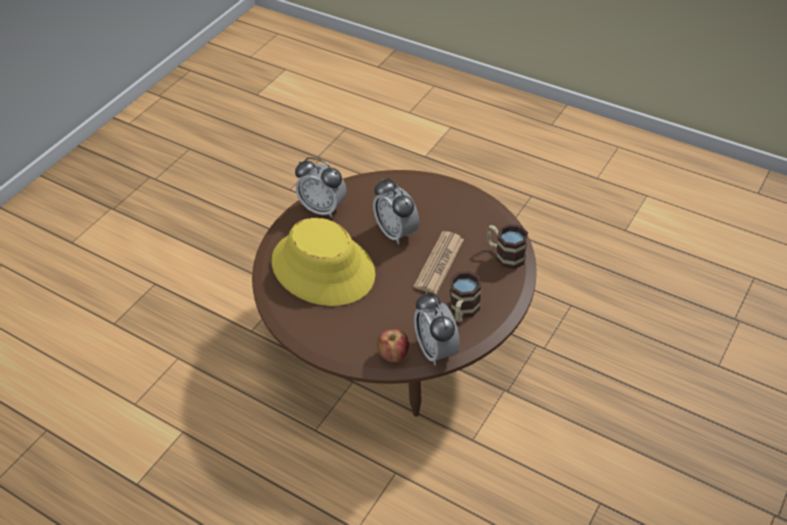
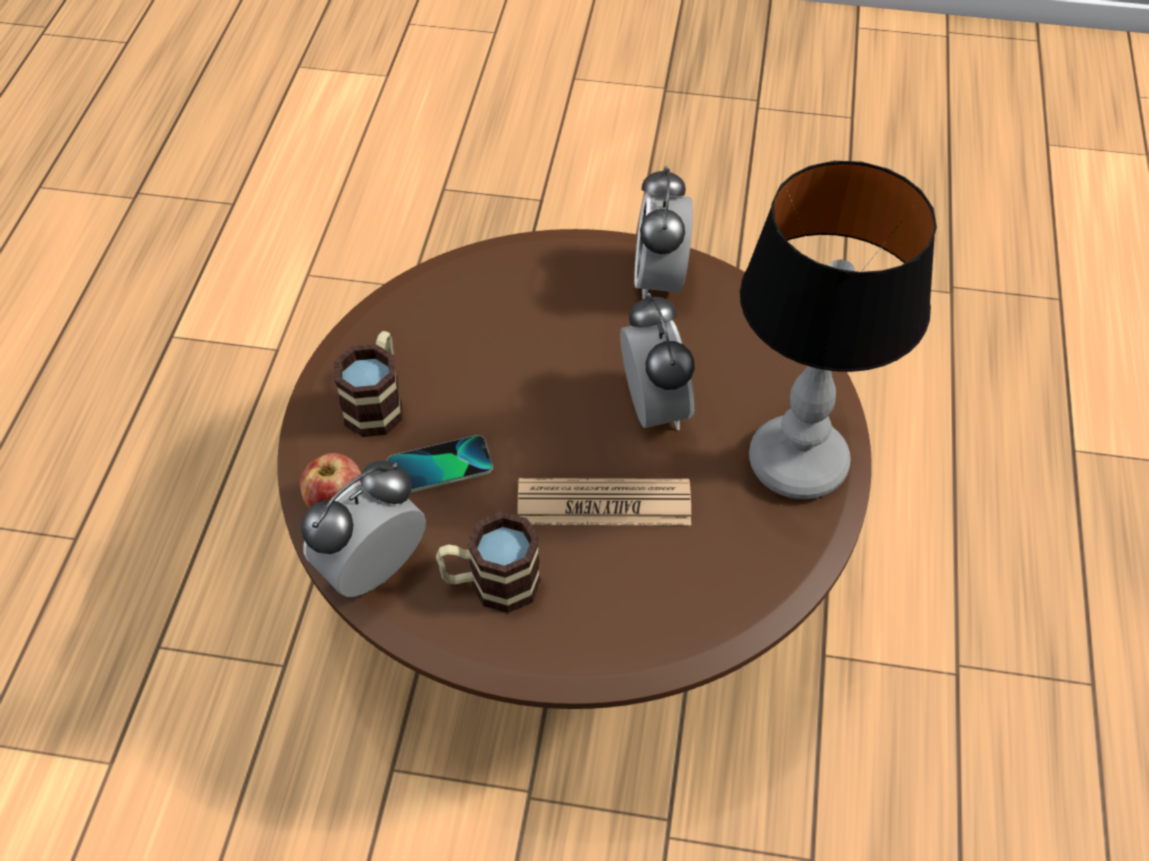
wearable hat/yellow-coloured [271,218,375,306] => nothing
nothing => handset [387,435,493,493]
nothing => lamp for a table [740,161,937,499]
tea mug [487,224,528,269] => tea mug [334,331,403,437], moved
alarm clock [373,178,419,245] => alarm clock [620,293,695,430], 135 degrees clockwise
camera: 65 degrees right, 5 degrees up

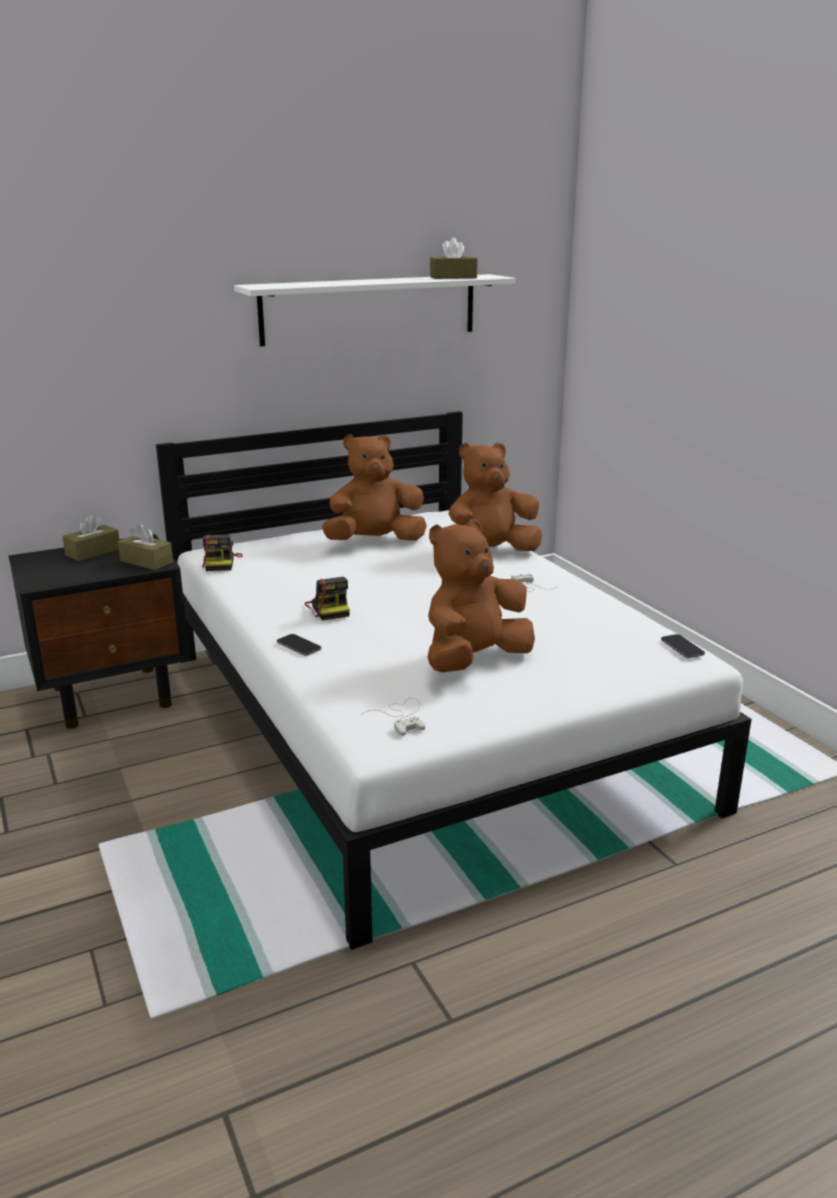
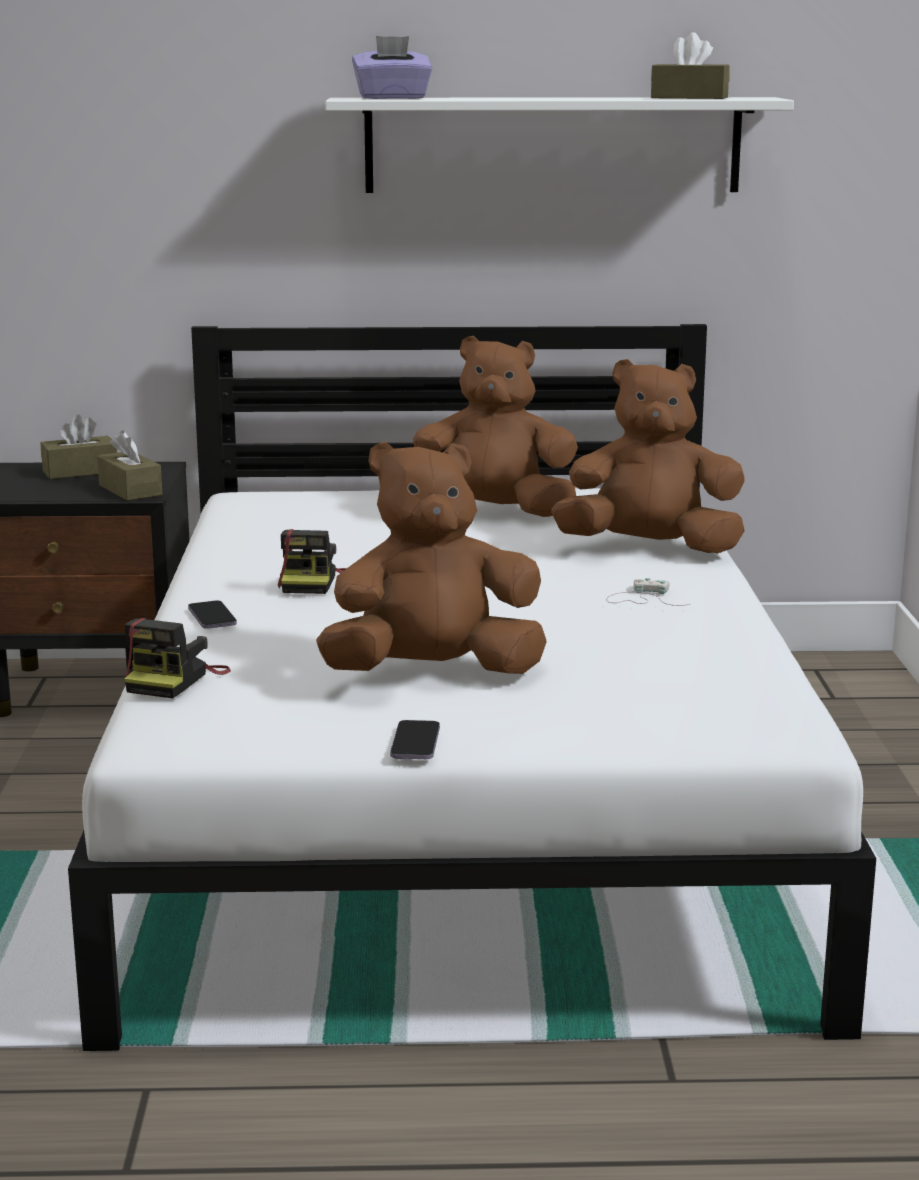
gamepad/whitish [361,698,425,736] => nothing
nothing => tissue box/purple-coloured [352,36,432,99]
photo camera [202,534,243,571] => photo camera [125,618,231,698], moved
handset [661,634,705,658] => handset [390,720,440,759], moved
camera: 25 degrees right, 5 degrees down

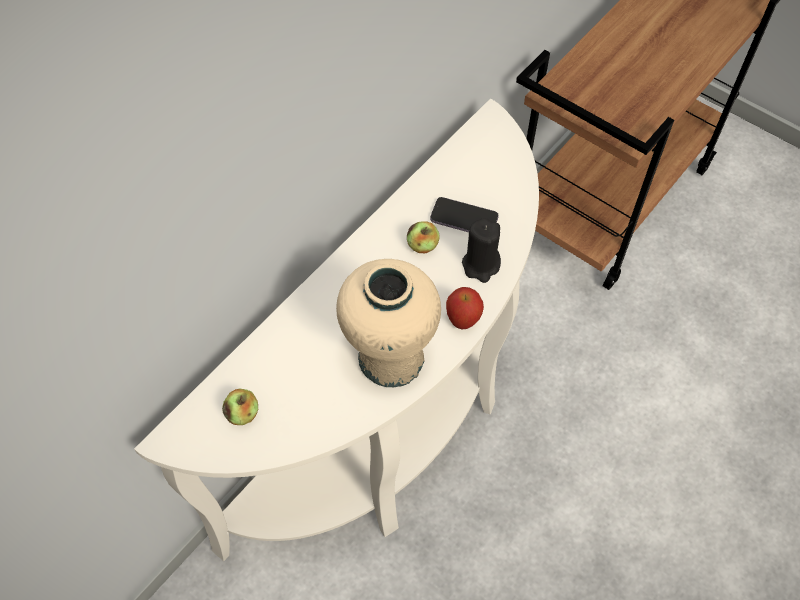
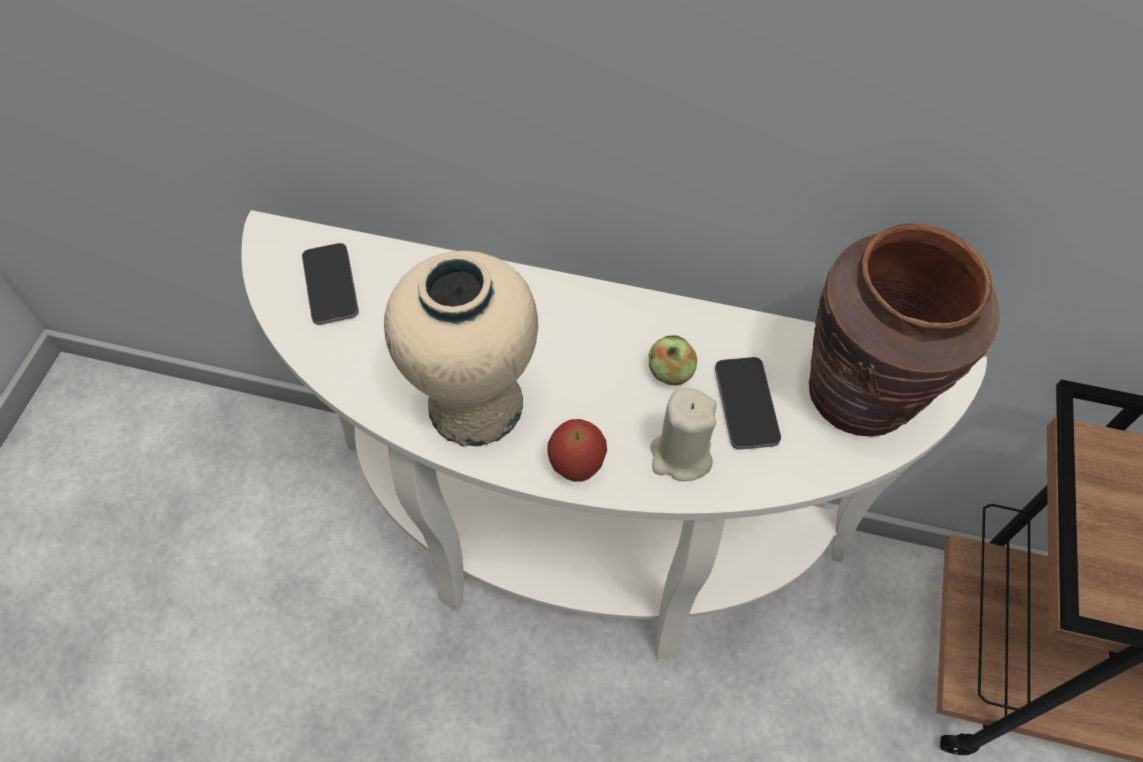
nothing => flower vase/brown-coloured [809,223,1000,436]
whole apple [222,388,258,425] => handset [302,243,359,325]
wax light/black [462,218,501,283] => wax light/beige [650,388,717,481]
camera: 65 degrees right, 0 degrees up

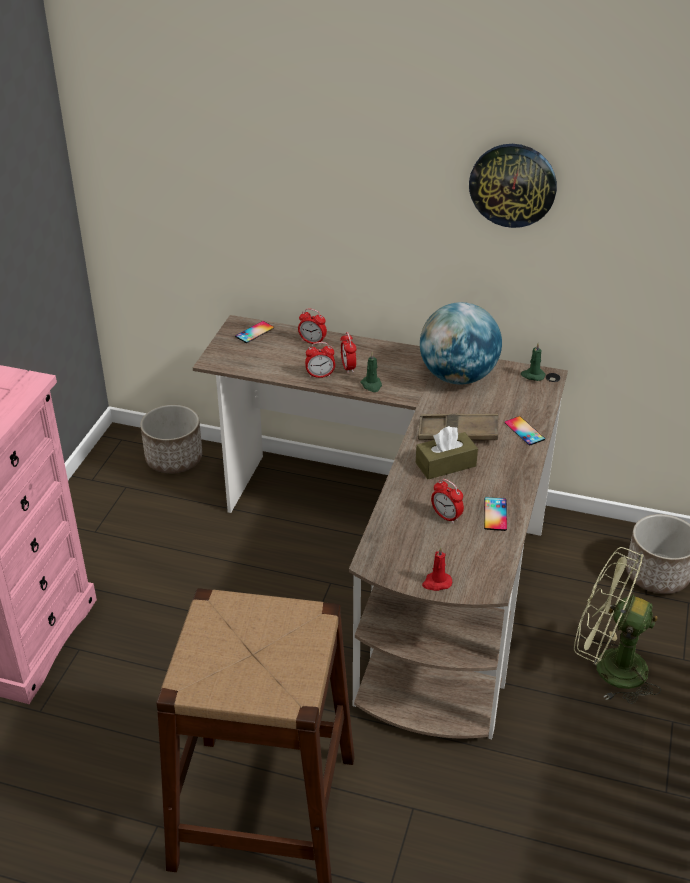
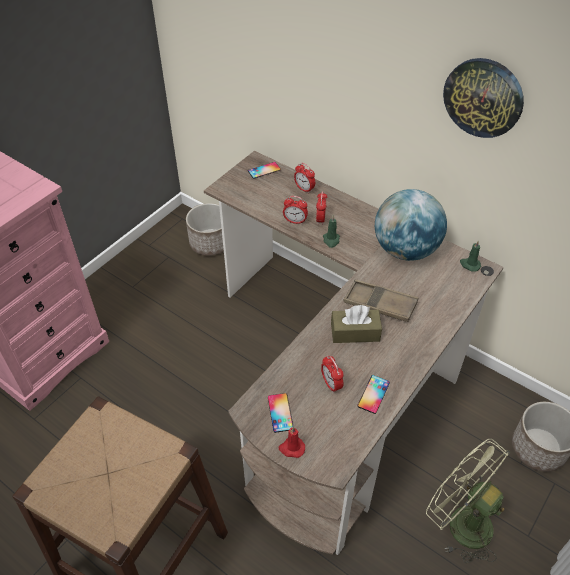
handset [505,416,545,445] => handset [268,393,293,433], moved
camera: 20 degrees right, 10 degrees up

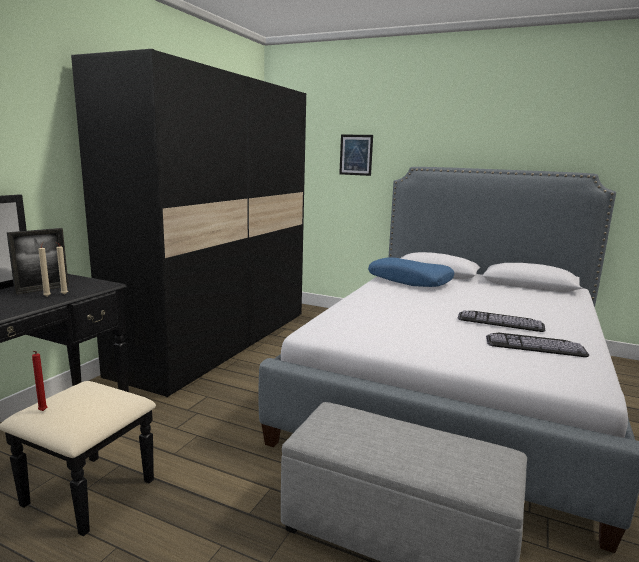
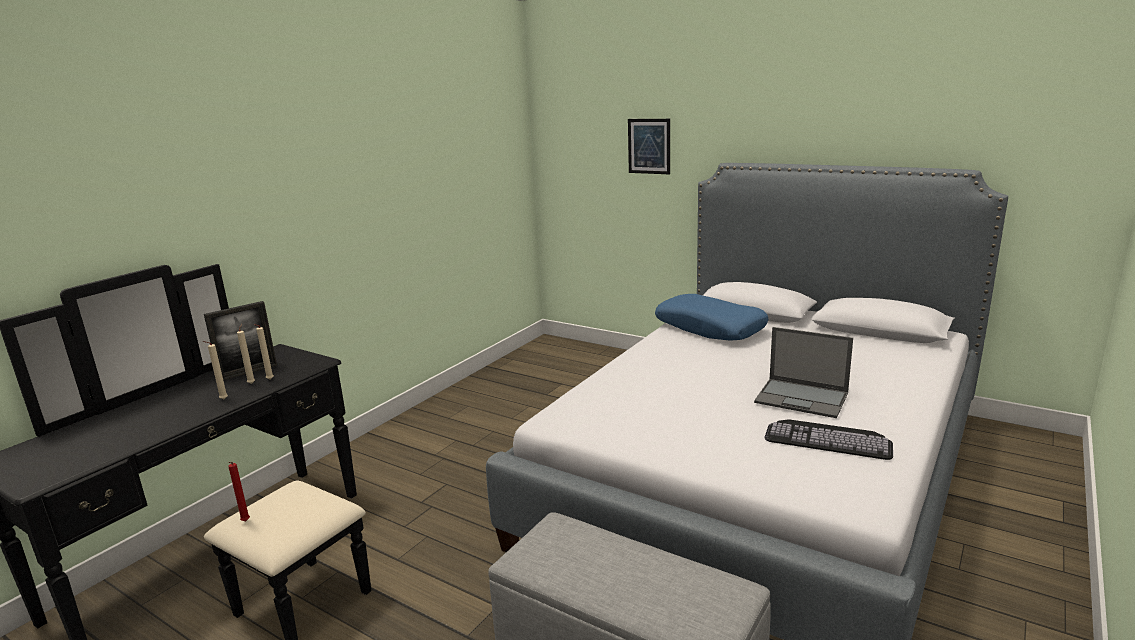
clothes cupboard/black [71,49,306,397] => nothing
nothing => wax light/beige [203,341,228,399]
computer keyboard [458,310,545,332] => portable computer [754,327,853,418]
camera: 10 degrees right, 5 degrees up

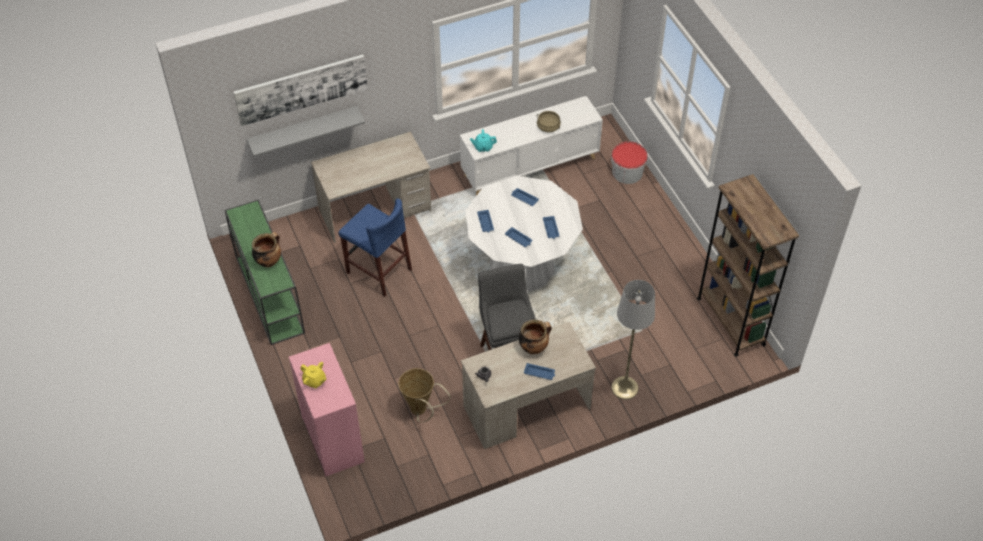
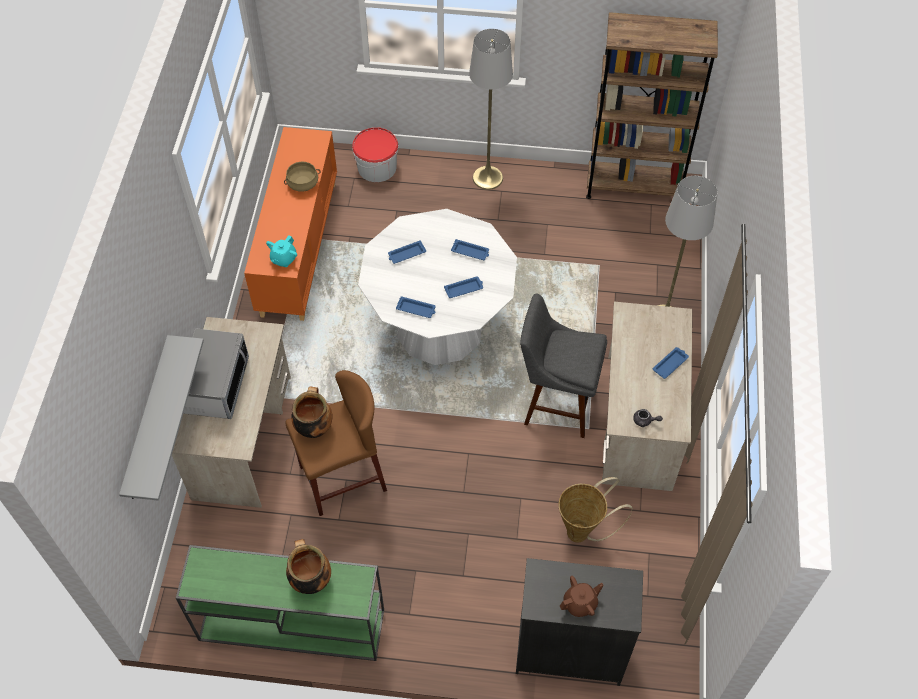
wall picture [234,54,368,126] => nothing
nothing => microwave [184,328,249,419]
nothing => floor lamp/greyish [469,29,513,190]
saucepot [519,320,552,354] => saucepot [291,386,333,438], moved
drawer chest/pink [289,343,365,477] => drawer chest/black [516,558,643,686]
pot for tea/yellow-coloured [301,362,327,388] => pot for tea/brown-coloured [560,576,603,617]
sitting stool/bluish [339,198,412,297] => sitting stool/brown-coloured [285,370,387,516]
cabinet/whitish [460,96,603,196] => cabinet/orangey [244,127,337,321]
camera: 60 degrees left, 5 degrees up

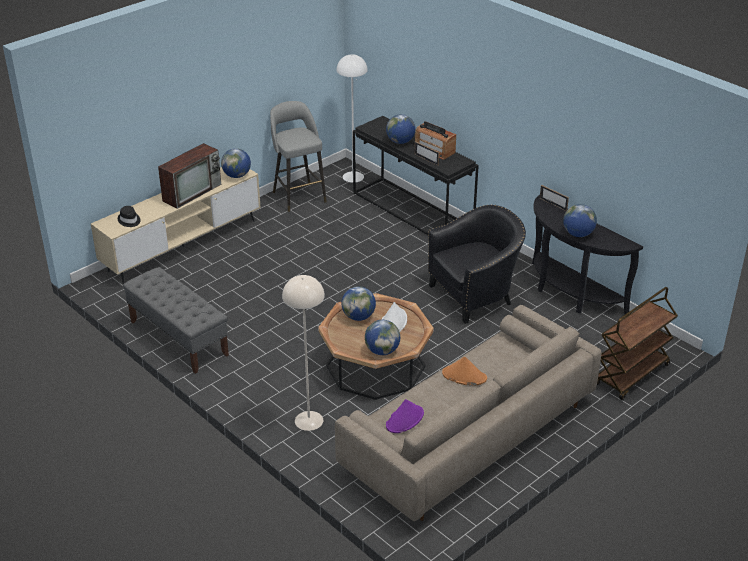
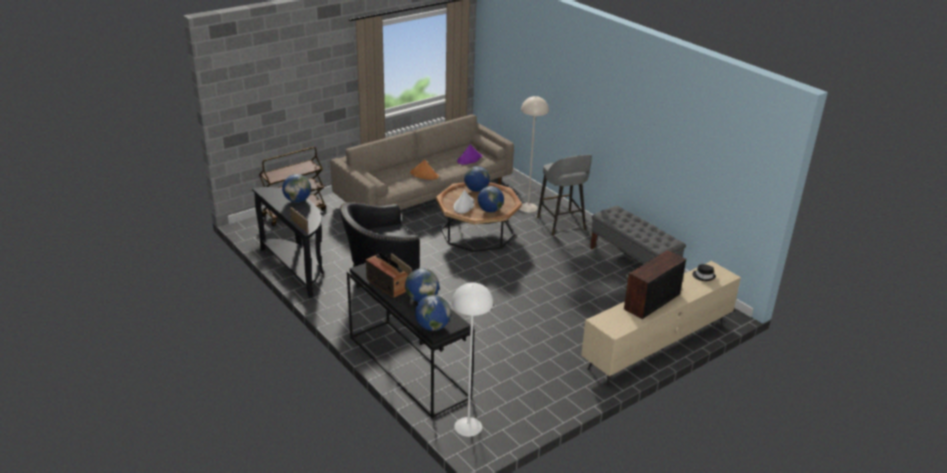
world globe [221,148,251,178] => world globe [415,295,451,331], moved
sitting stool/greyish [270,101,327,212] => sitting stool/greyish [537,155,592,236], moved
camera: 175 degrees left, 5 degrees down

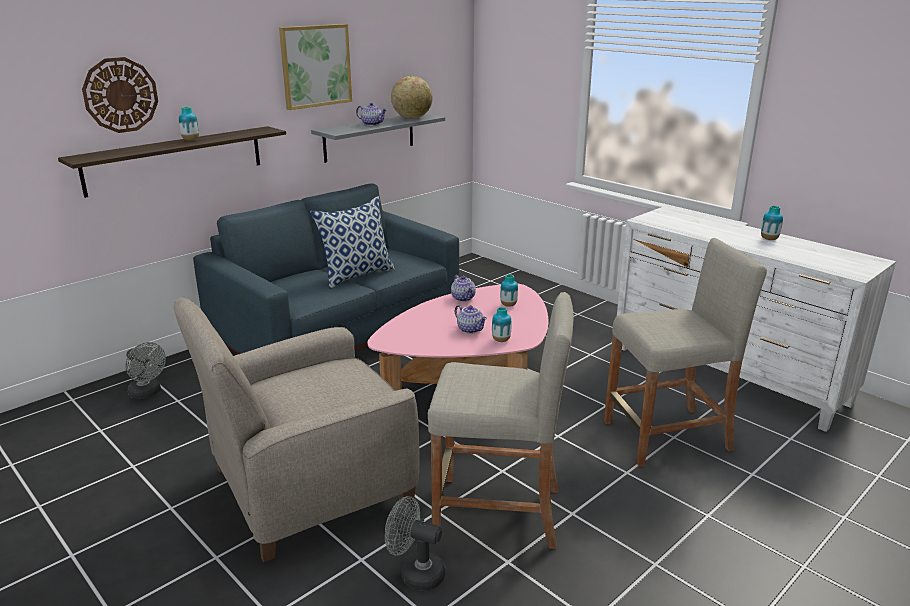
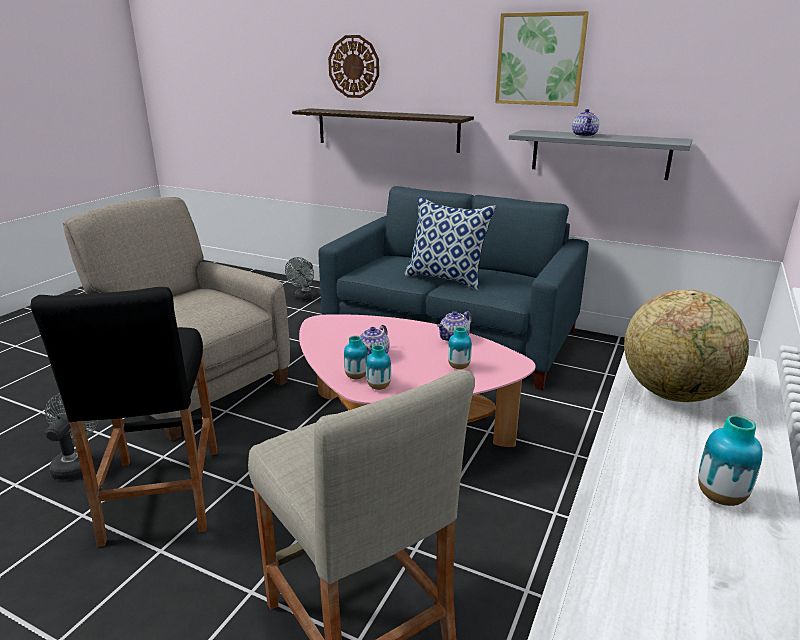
flower vase [179,107,199,141] => flower vase [366,345,391,390], moved
world globe [391,76,433,119] => world globe [624,290,749,402], moved
sitting stool/beige [428,292,573,549] => sitting stool/black [31,287,218,547]
camera: 70 degrees right, 0 degrees up

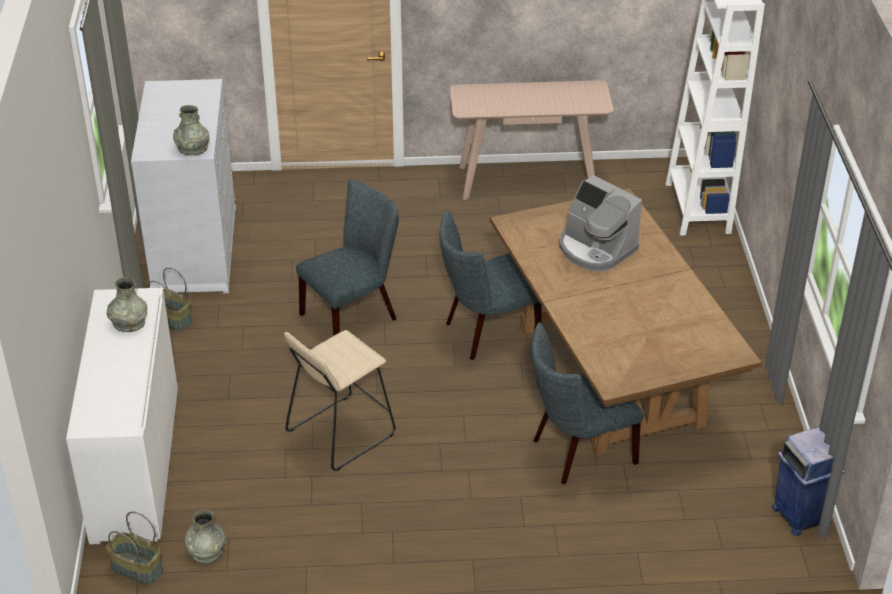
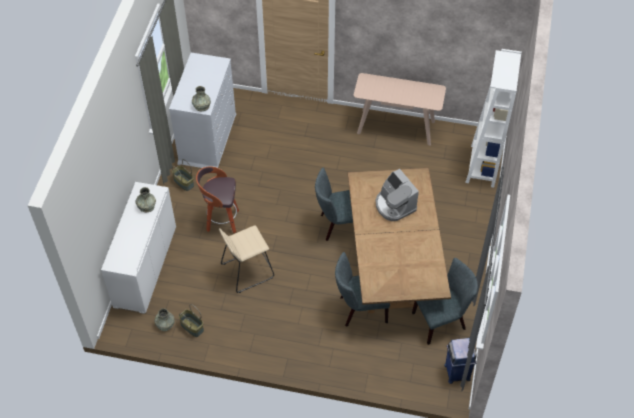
nothing => sitting stool [196,166,239,233]
household basket [106,511,163,585] => household basket [178,304,204,337], moved
chair/greyish [296,179,399,336] => chair/greyish [412,258,478,345], moved
camera: 15 degrees right, 15 degrees up

